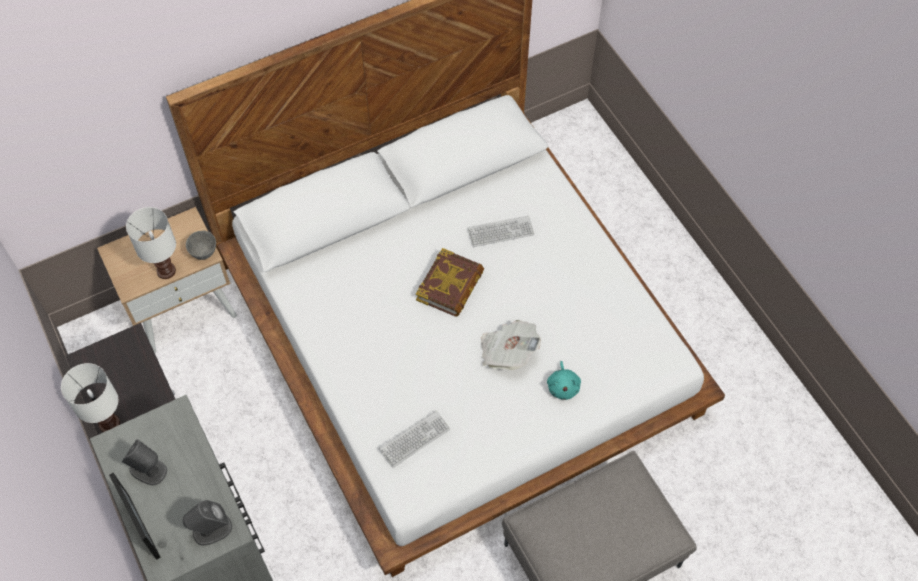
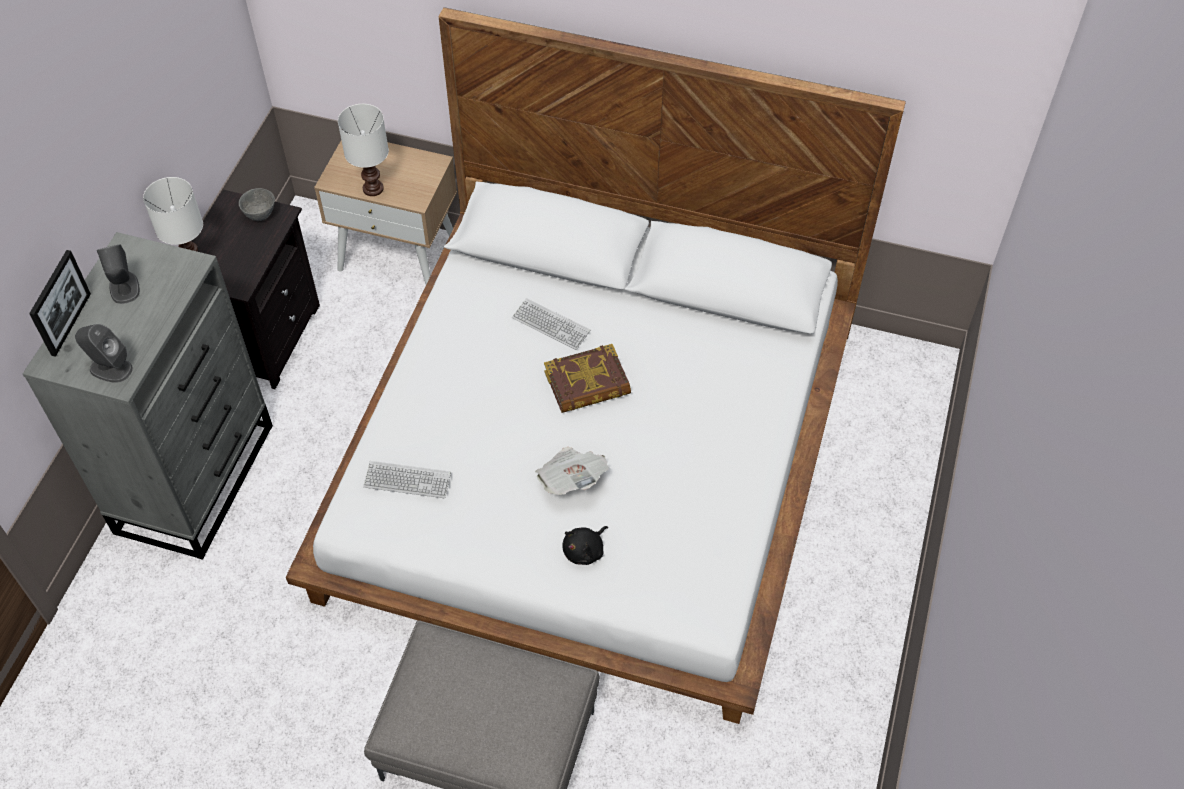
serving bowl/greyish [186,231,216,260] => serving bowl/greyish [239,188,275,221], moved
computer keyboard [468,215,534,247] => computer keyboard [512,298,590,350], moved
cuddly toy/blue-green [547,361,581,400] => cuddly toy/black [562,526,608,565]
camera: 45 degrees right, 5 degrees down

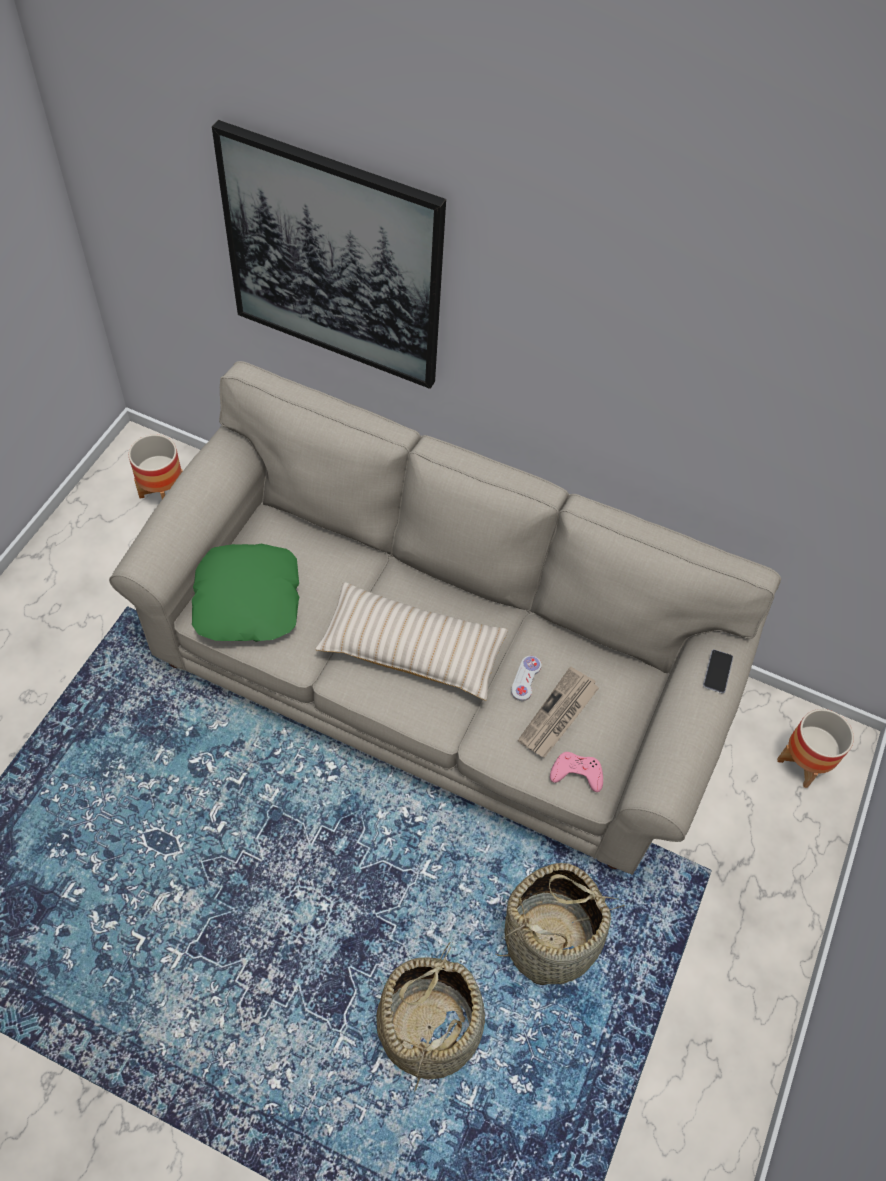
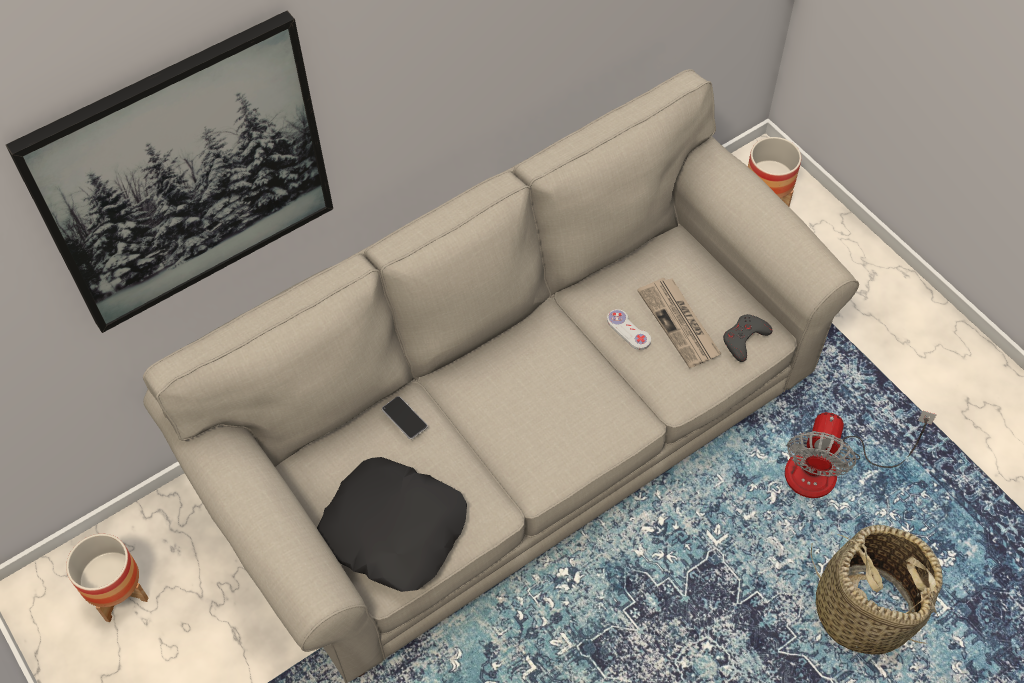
cushion/beige [315,582,508,700] => nothing
handset [703,650,733,694] => handset [382,396,428,439], moved
household basket [496,863,625,985] => fan [785,411,937,498]
cushion/green [192,544,299,642] => cushion/black [317,457,467,592]
gamepad/pink [550,752,603,792] => gamepad/greyish [723,314,773,362]
camera: 55 degrees left, 0 degrees up

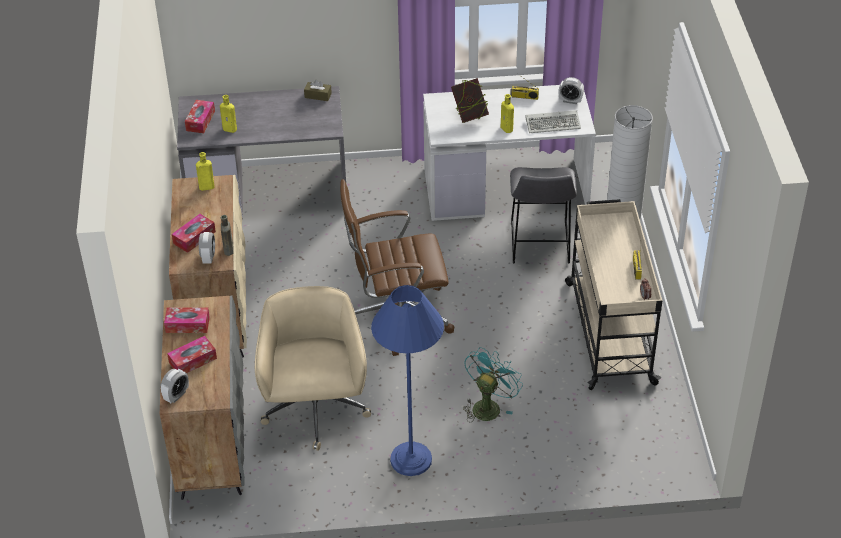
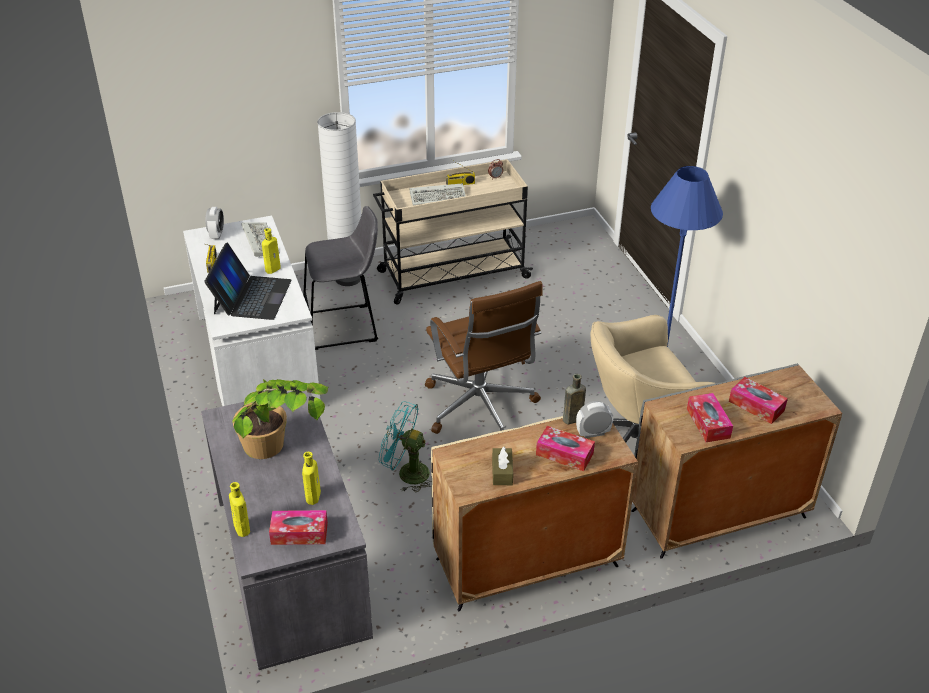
alarm clock [161,369,189,403] => nothing
nothing => houseplant [232,379,329,459]
nothing => computer keyboard [410,183,466,205]
beverage bottle/yellow-coloured [196,152,215,191] => beverage bottle/yellow-coloured [229,482,250,537], moved
tissue box/brown-coloured [304,80,332,101] => tissue box/brown-coloured [492,447,513,485], moved
fan/blue-green [463,347,523,422] => fan/blue-green [379,401,432,493], moved
volume [451,78,489,123] => portable computer [204,242,292,320]
camera: 105 degrees left, 5 degrees down

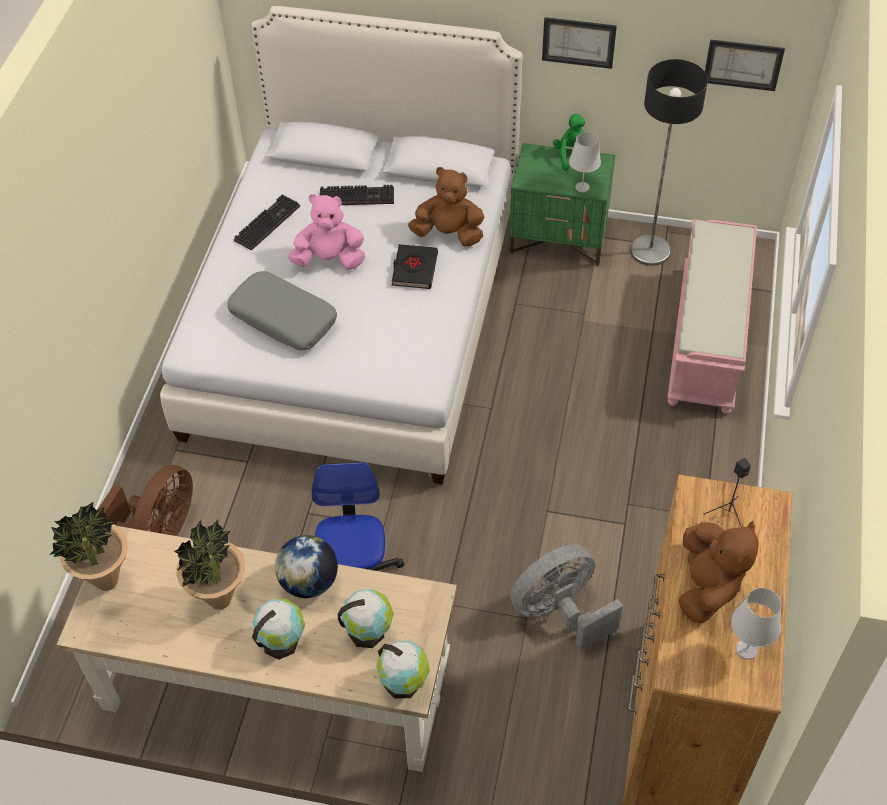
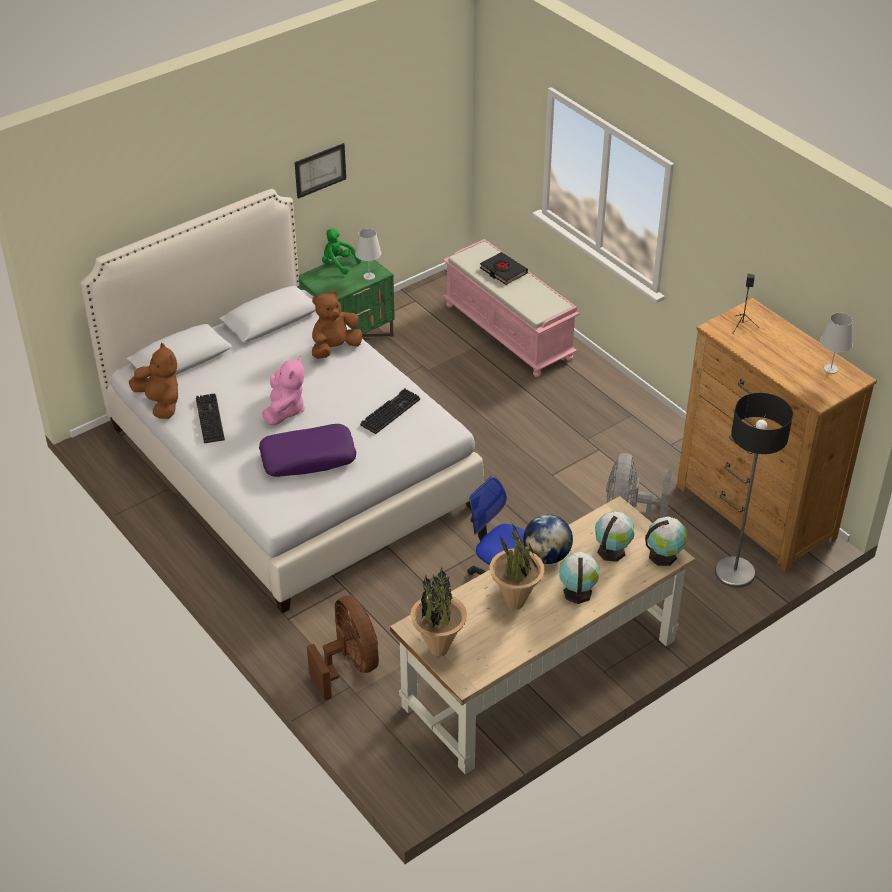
wall picture [705,39,785,91] => nothing
computer keyboard [320,185,394,205] => computer keyboard [360,388,420,434], moved
volume/black [392,244,438,289] => volume/black [480,252,528,285], moved
floor lamp [630,59,708,266] => floor lamp [715,393,793,588], moved
cuddly toy/brown-coloured [679,521,758,623] => cuddly toy/brown-coloured [129,343,178,419], moved
cushion/greyish [227,271,337,350] => cushion/purple-coloured [259,424,356,477]
cuddly toy/pink [288,194,365,270] => cuddly toy/pink [262,356,305,425], 150 degrees clockwise
camera: 50 degrees left, 10 degrees down

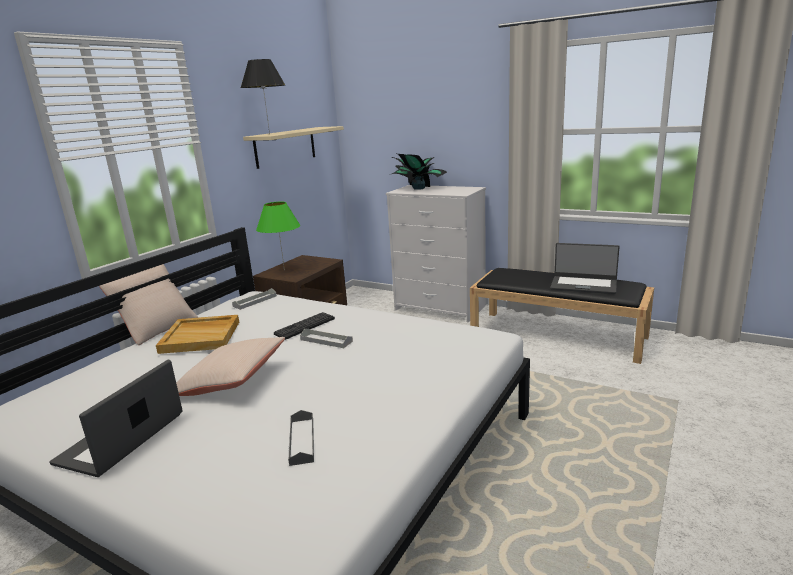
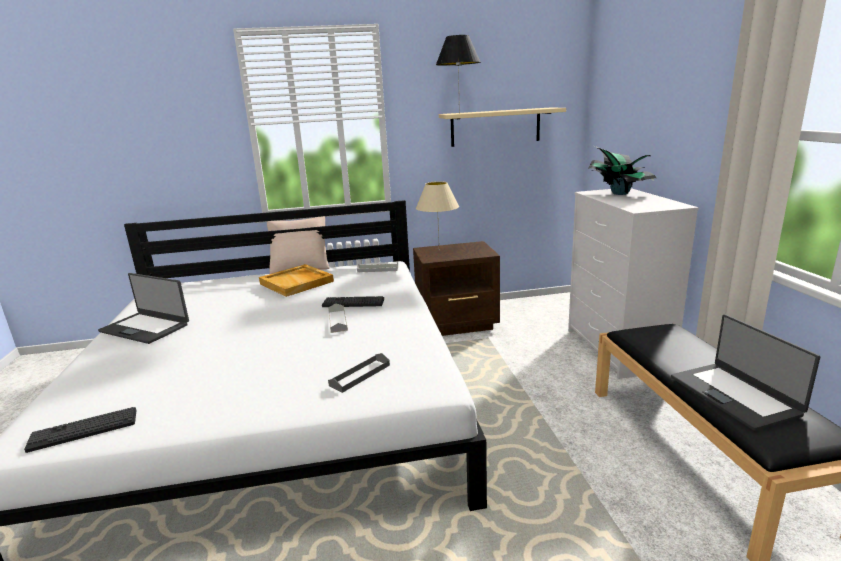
cushion/beige [176,337,285,396] => nothing
nothing => computer keyboard [24,407,136,453]
serving tray/greyish [288,410,314,466] => serving tray/greyish [328,353,390,393], moved
lamp for a table/green [256,202,300,271] => lamp for a table/beige [416,181,459,241]
portable computer [49,360,183,477] => portable computer [98,273,189,344], 135 degrees counterclockwise
camera: 50 degrees right, 0 degrees up

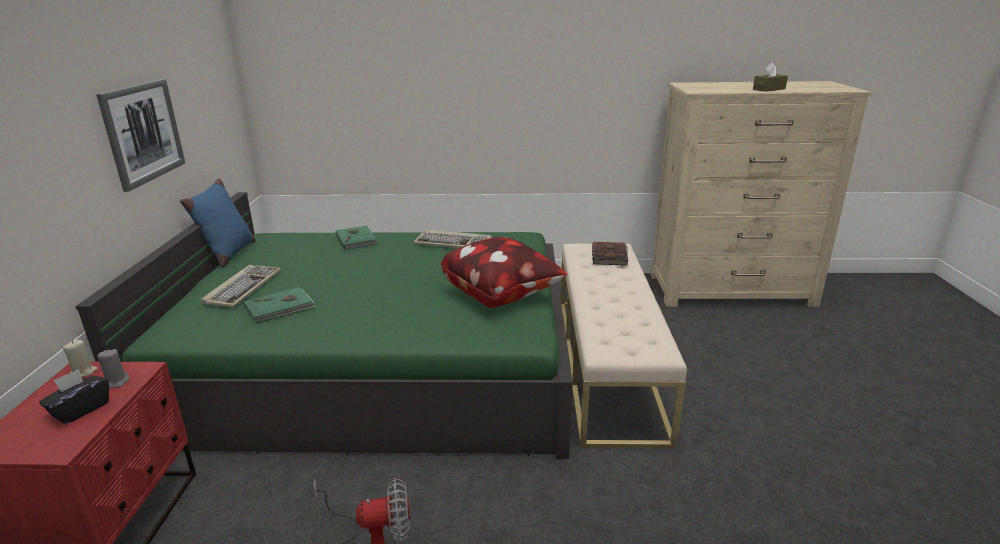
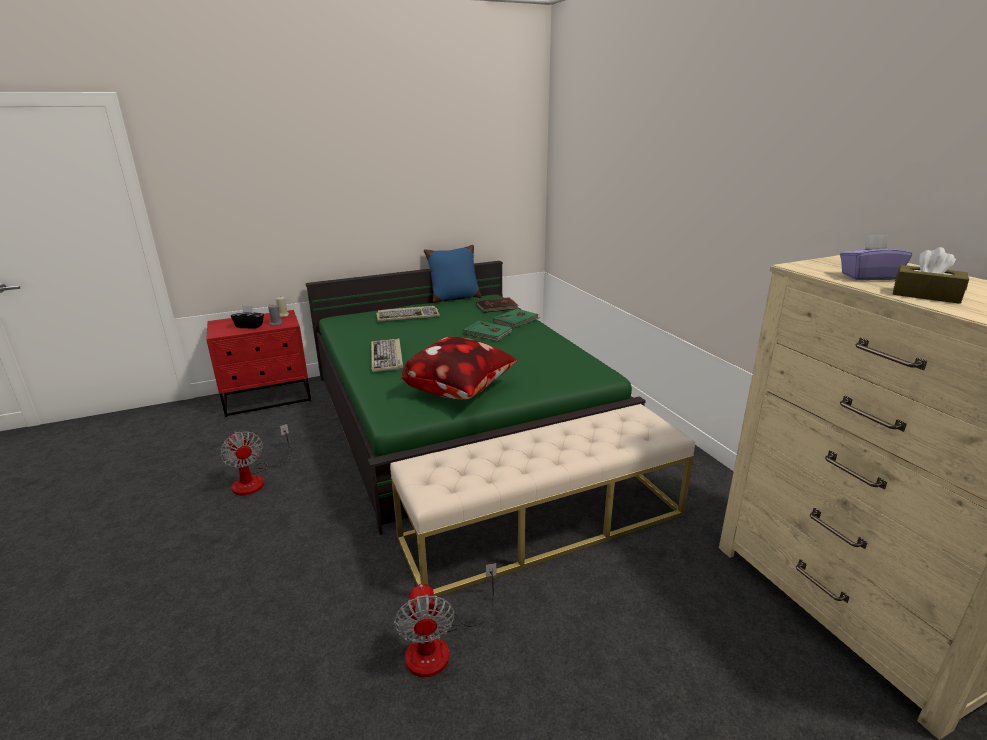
wall picture [96,79,185,192] => nothing
nothing => fan [394,563,496,677]
nothing => tissue box/purple-coloured [840,235,912,280]
volume/green [244,287,315,324] => volume/green [463,321,512,341], moved
computer keyboard [414,230,492,248] => computer keyboard [371,338,403,372], moved
volume/brown-coloured [592,241,628,266] => volume/brown-coloured [476,297,519,313], moved
camera: 65 degrees right, 0 degrees up

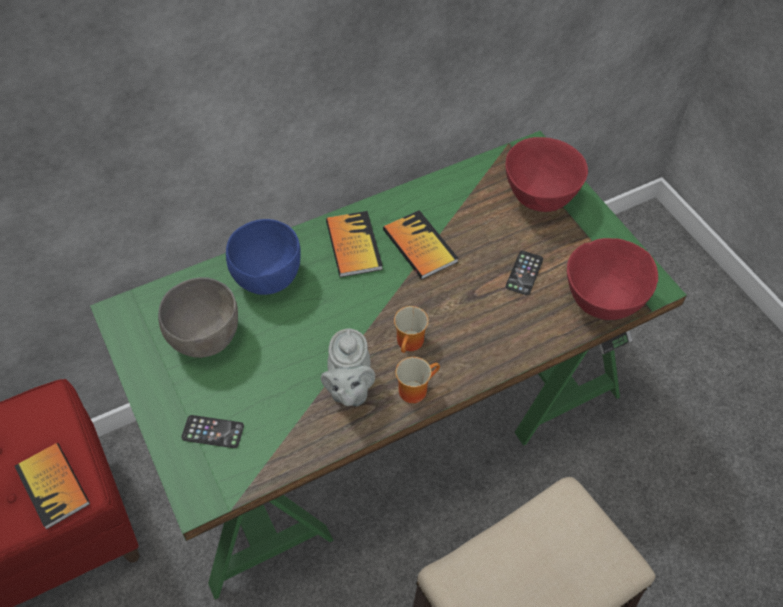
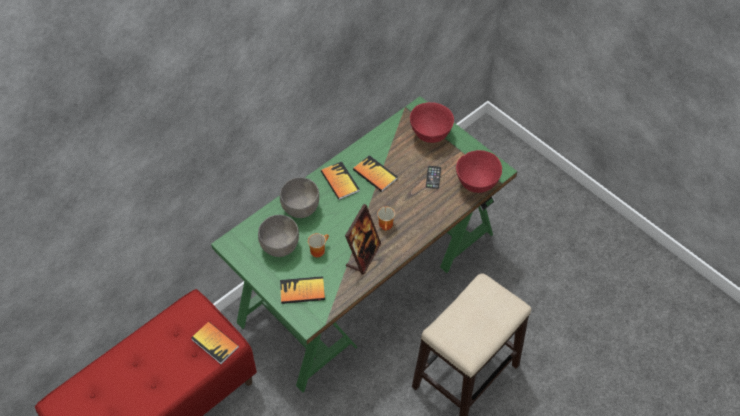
tea mug [396,357,440,403] => tea mug [308,233,329,257], moved
handset [181,415,244,448] => volume [280,276,325,304]
pot for tea/greyish [321,328,375,406] => picture frame [345,204,381,275]
serving bowl/bluish [226,219,301,295] => serving bowl/greyish [280,177,319,218]
camera: 15 degrees left, 0 degrees up

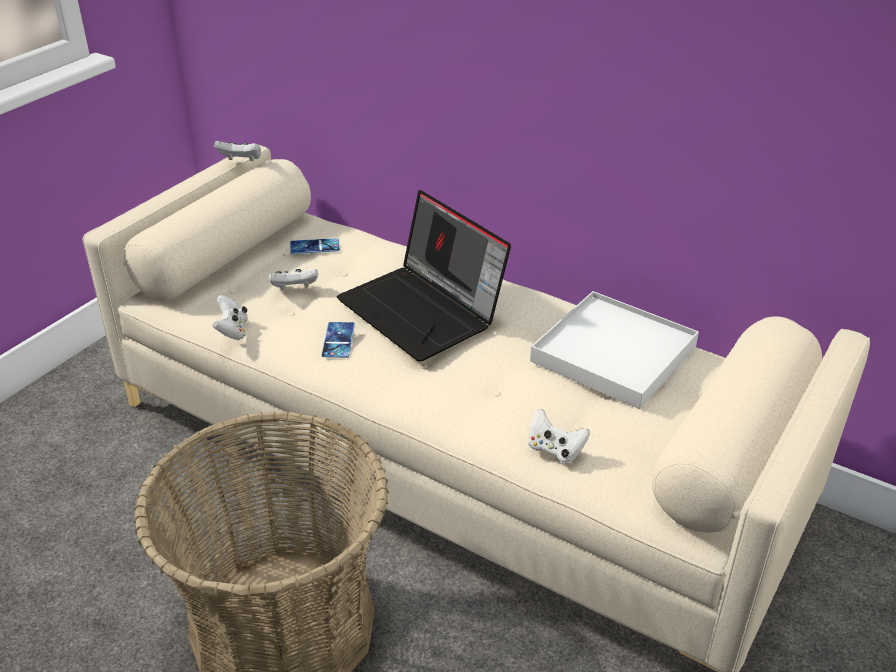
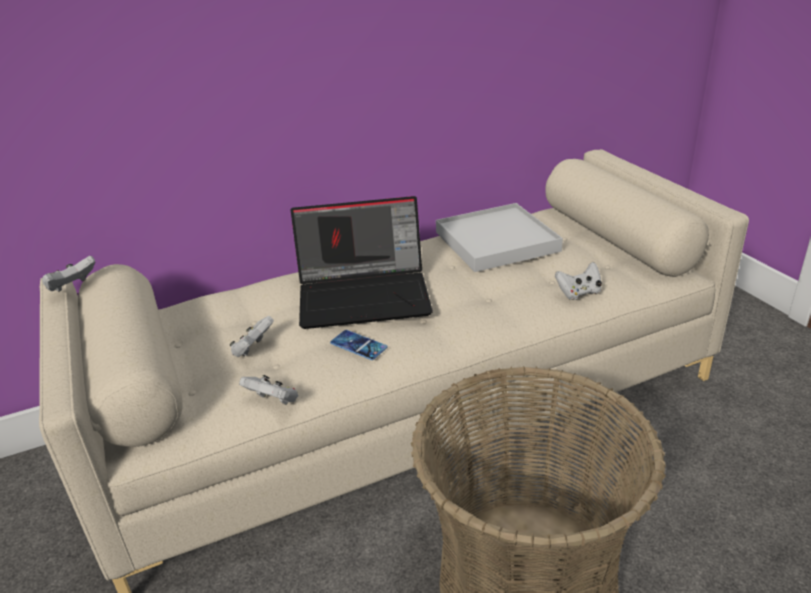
handset [290,238,340,254] => nothing
camera: 55 degrees left, 5 degrees down

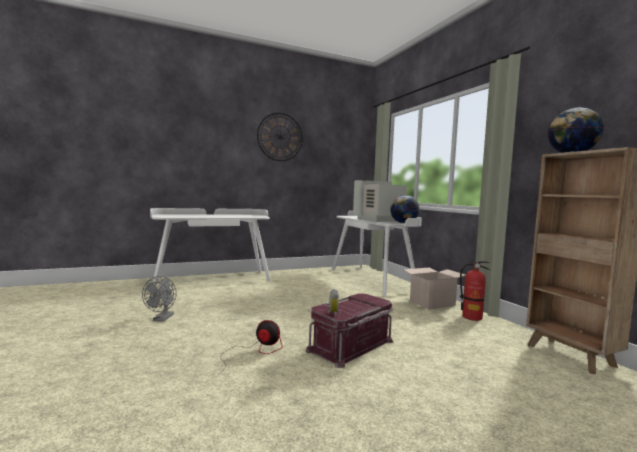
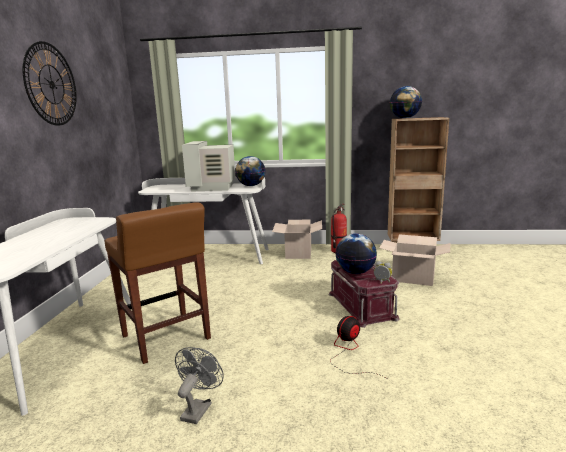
nothing => sitting stool/brown-coloured [105,202,211,364]
nothing => world globe [335,233,377,274]
nothing => carton [380,234,451,286]
fan/greyish [142,276,176,322] => fan/greyish [175,347,224,424], 105 degrees counterclockwise
camera: 60 degrees left, 10 degrees up

